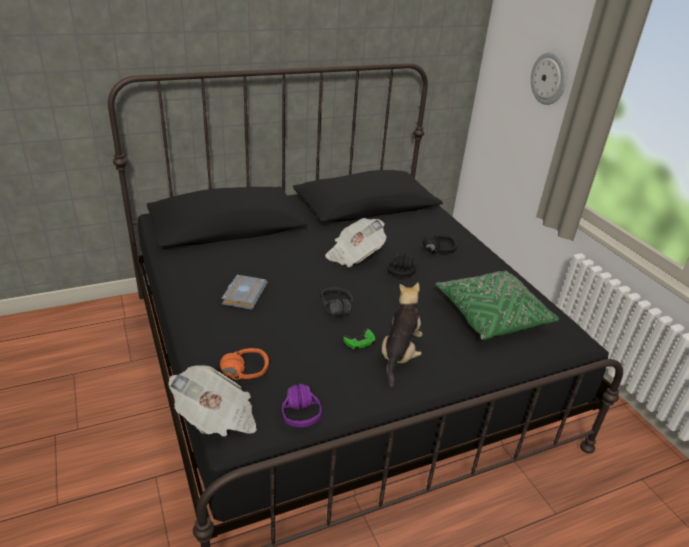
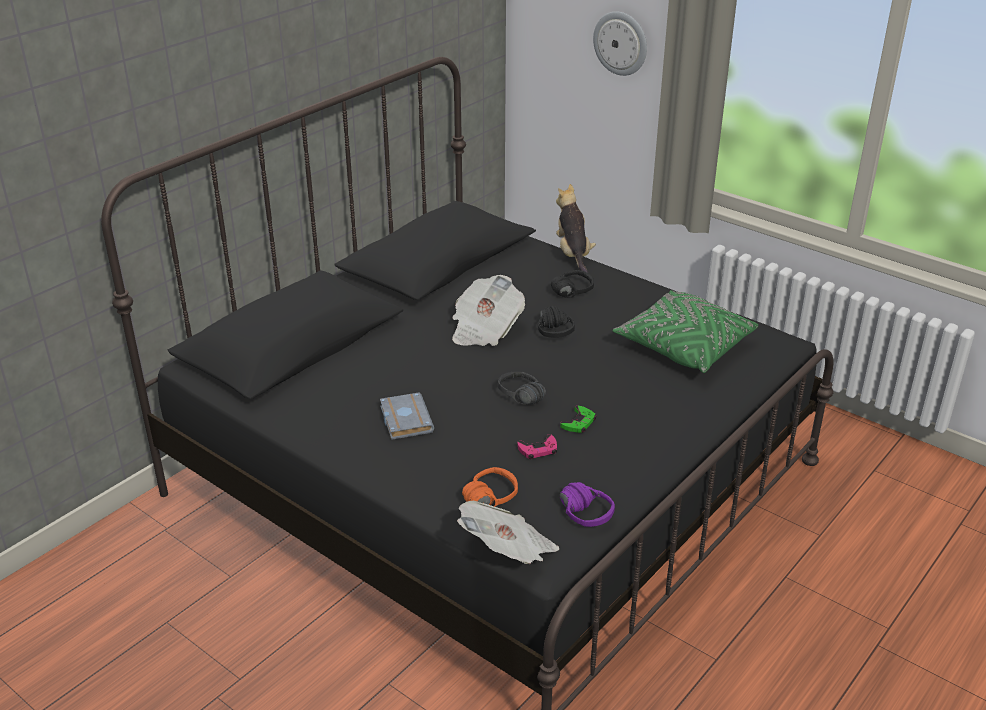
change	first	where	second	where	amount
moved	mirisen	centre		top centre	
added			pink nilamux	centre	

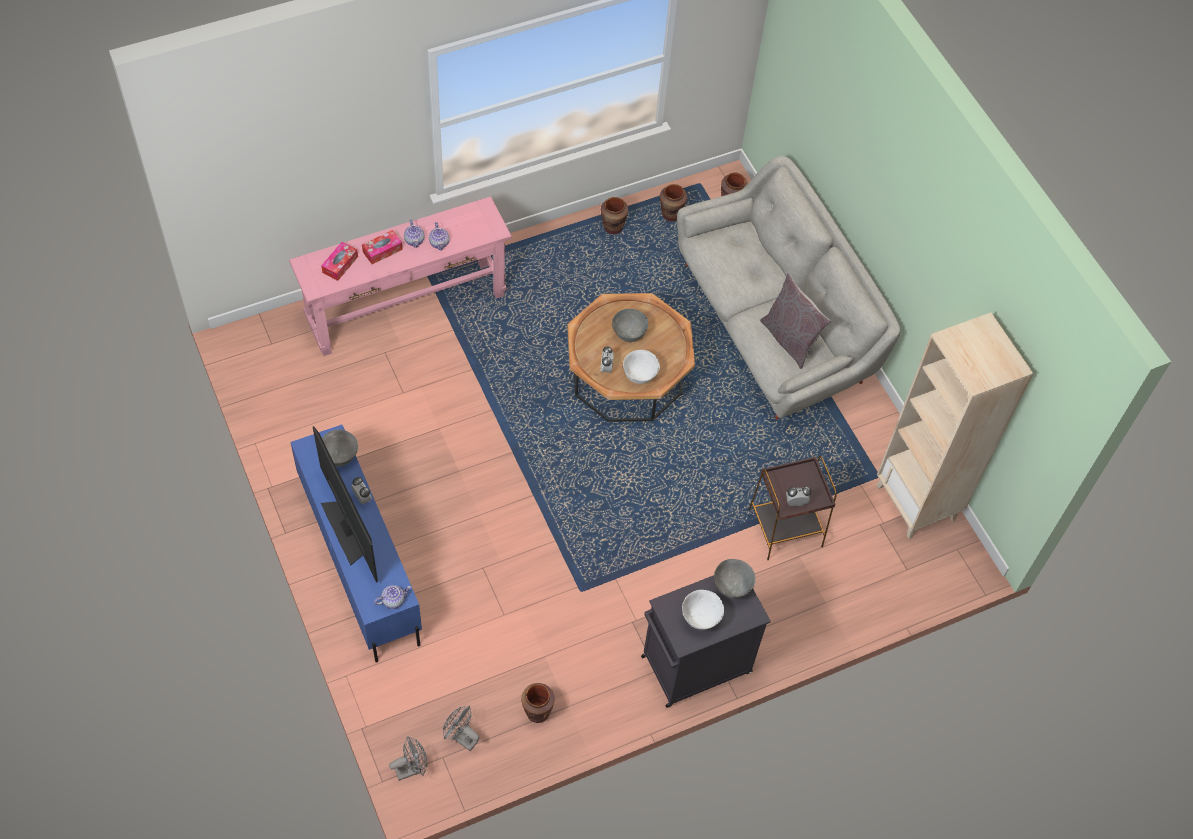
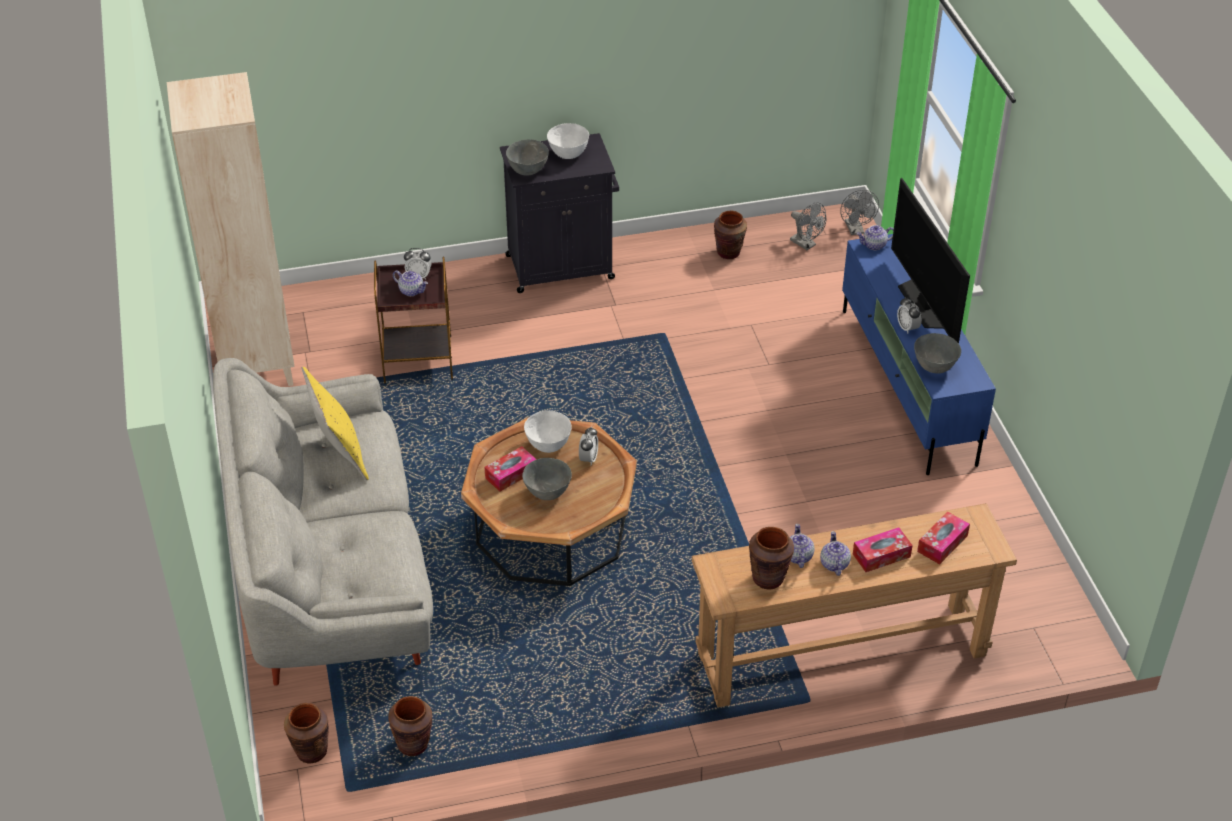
change	first	where	second	where	amount
recoloured	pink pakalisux	top centre	brown pakalisux	bottom right	
turned	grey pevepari (1st from left in the first image)	bottom centre	grey pevepari (2nd from left)	top right	90 degrees counterclockwise
moved	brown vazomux (2nd from left in the first image)	top centre	brown vazomux (4th from left)	bottom centre	
recoloured	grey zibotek	centre	yellow zibotek	middle left	
added			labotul (1st from left)	middle left	
added			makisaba (1st from left)	centre	

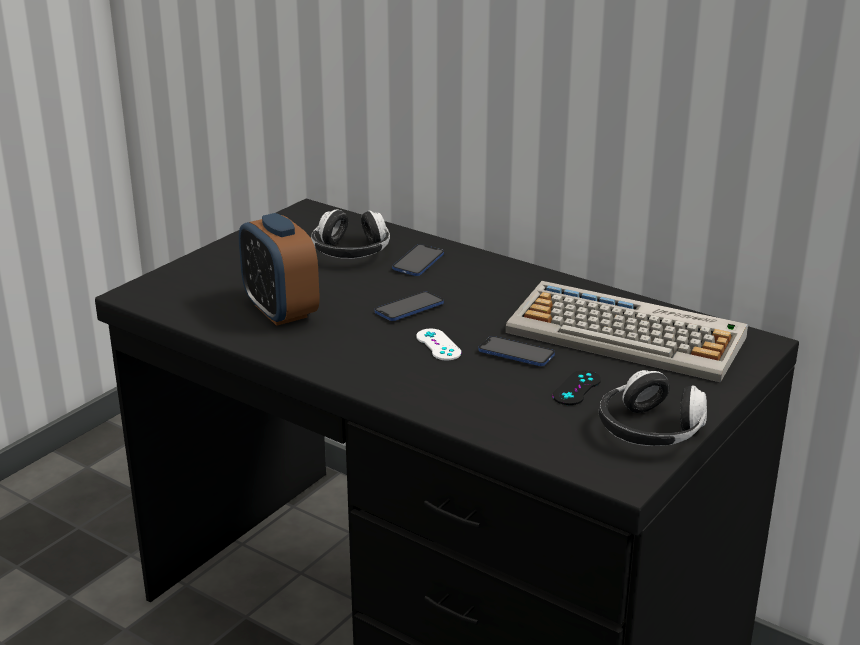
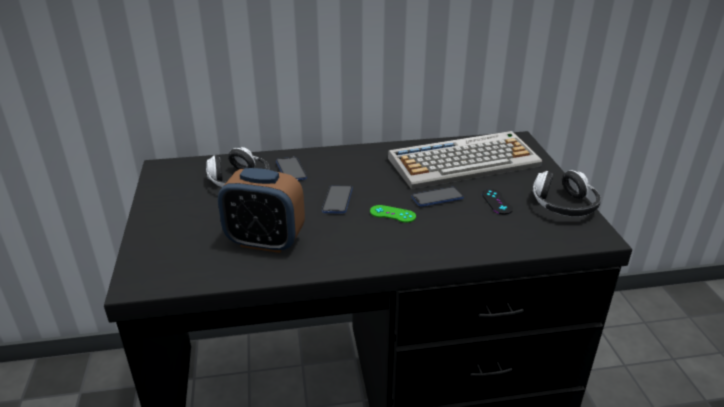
change	first	where	second	where	amount
recoloured	white nilamux	centre	green nilamux	centre	

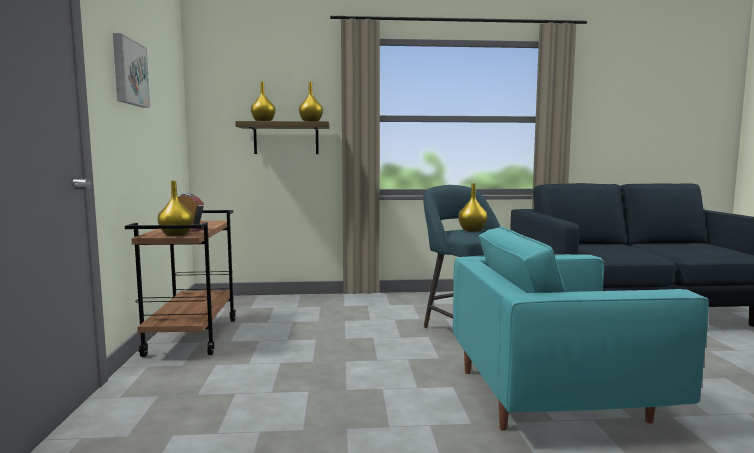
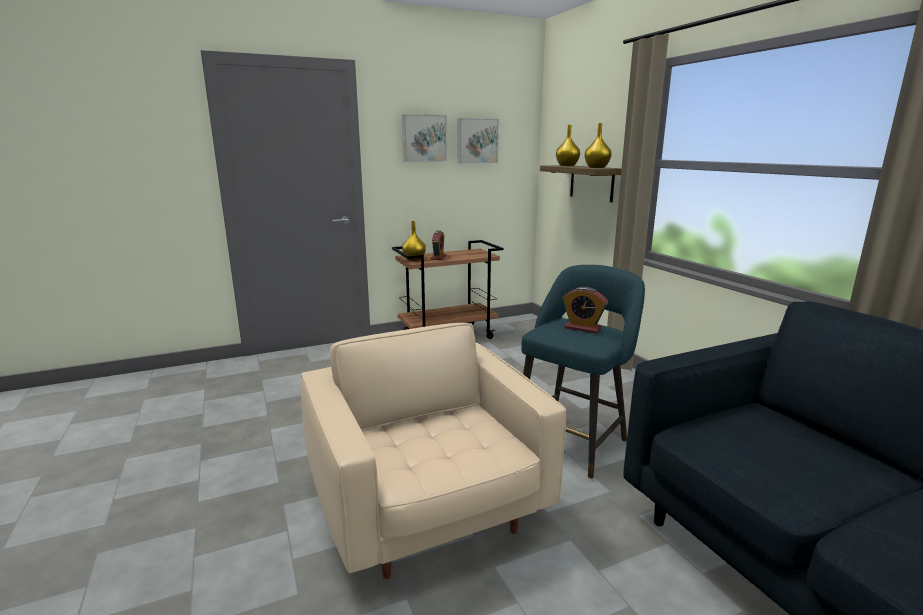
change	first	where	second	where	amount
recoloured	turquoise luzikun	bottom right	beige luzikun	bottom centre	
replaced	yellow vazomux (4th from left)	centre	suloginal (2nd from left)	centre	
added			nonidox (2nd from left)	top centre	

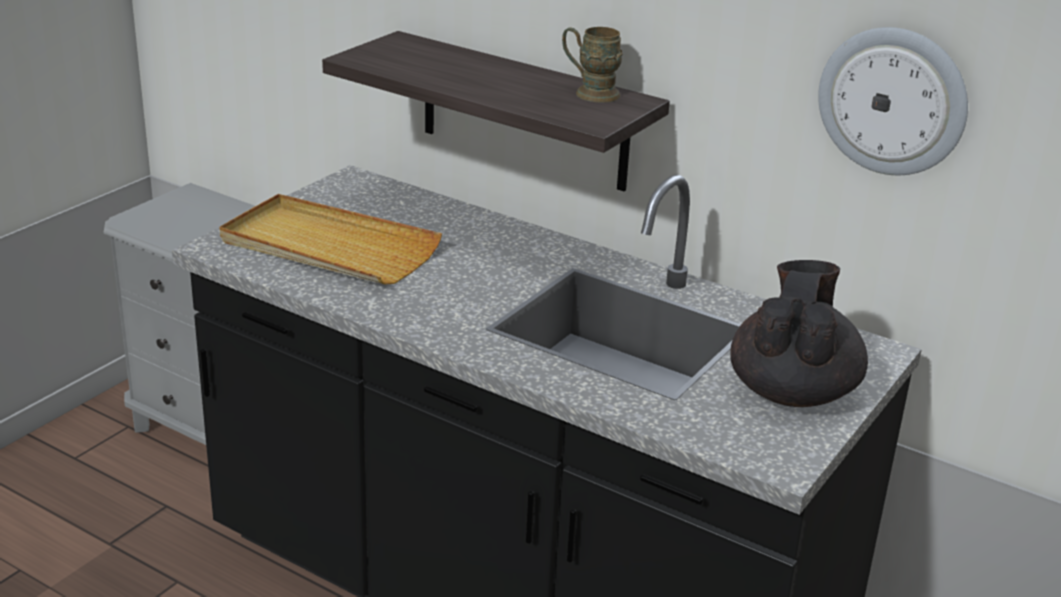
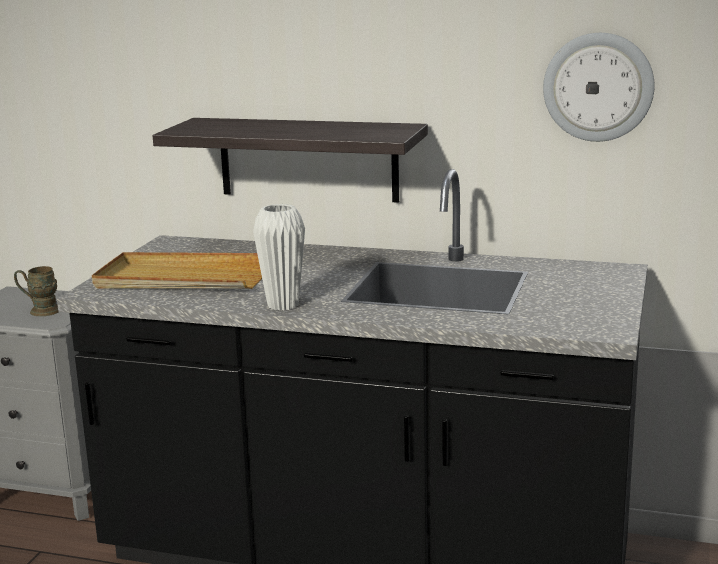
change	first	where	second	where	amount
moved	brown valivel	top centre		middle left	
removed	black labotul	middle right			
added			white vazomux	centre	

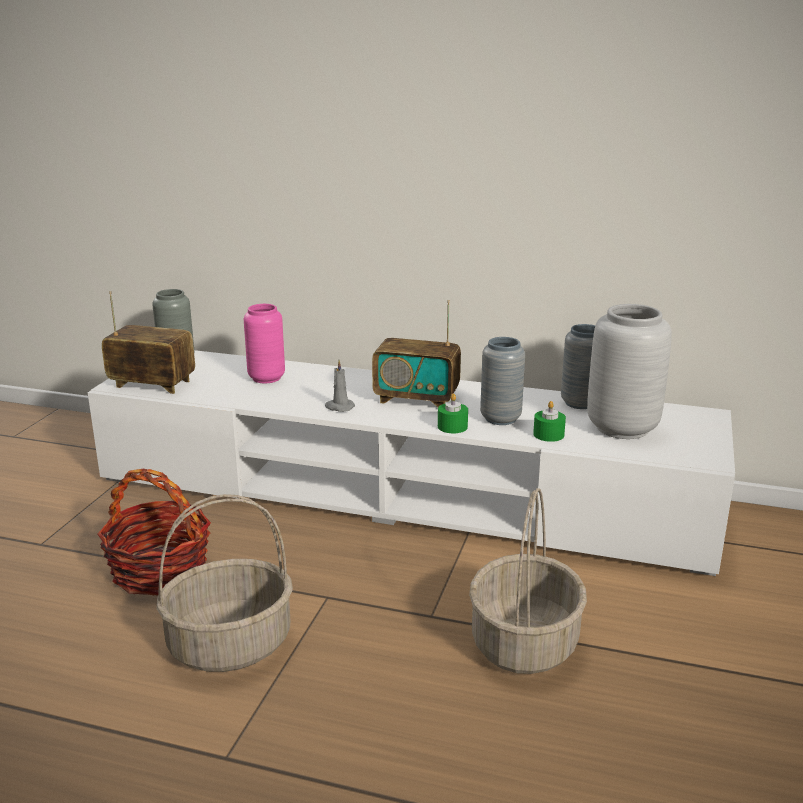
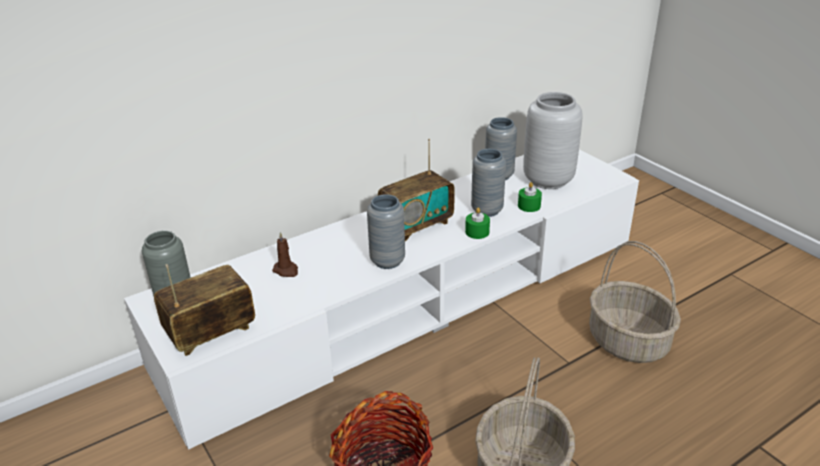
change	first	where	second	where	amount
replaced	pink vazomux	middle left	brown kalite	centre	
replaced	grey kalite	centre	grey vazomux (2nd from left)	centre	

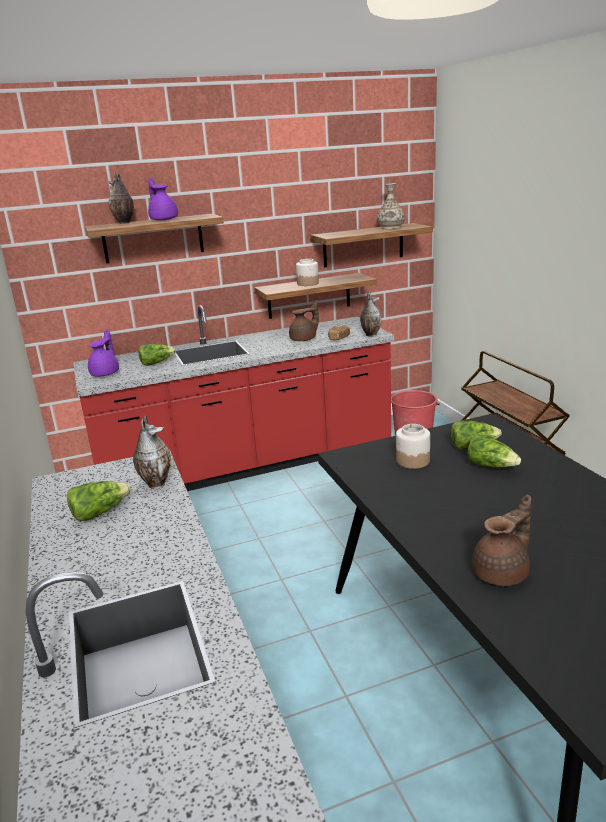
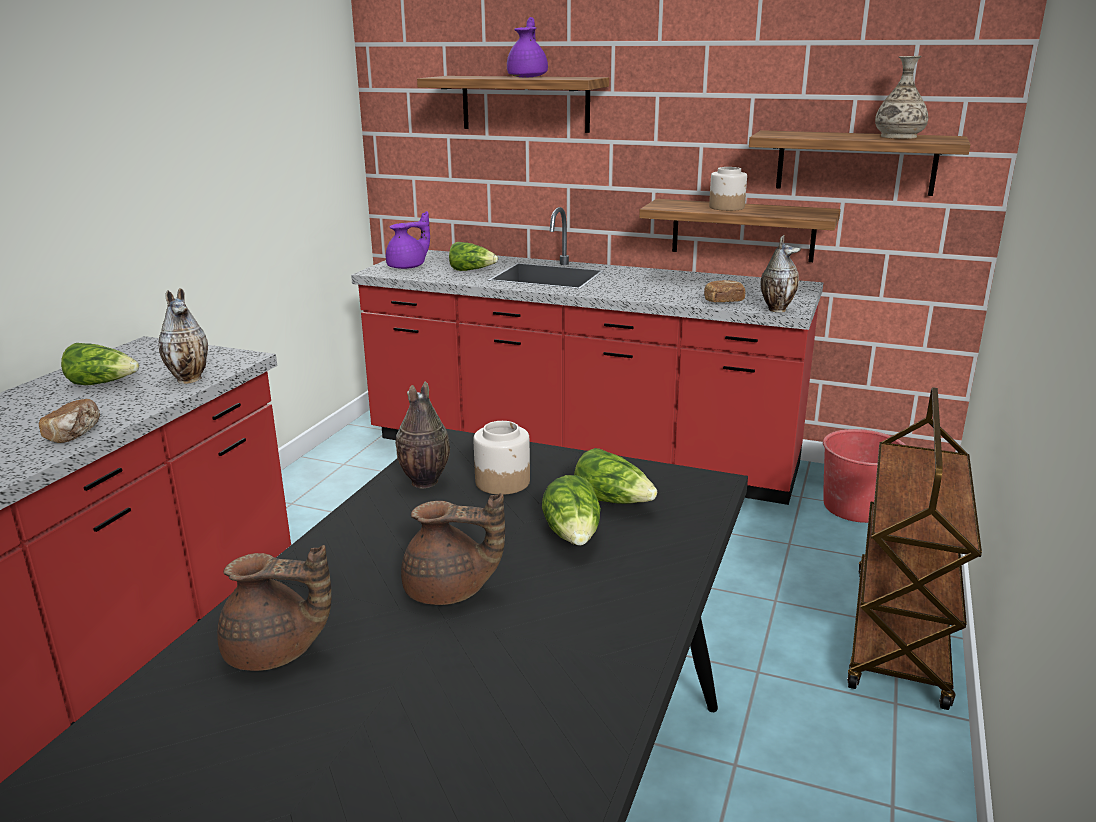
change	first	where	second	where	amount
moved	vazomux (1st from left in the first image)	top left	vazomux (2nd from left)	centre	
moved	brown labotul (1st from left in the first image)	centre	brown labotul (2nd from left)	bottom centre	
added			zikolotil (1st from left)	middle left	

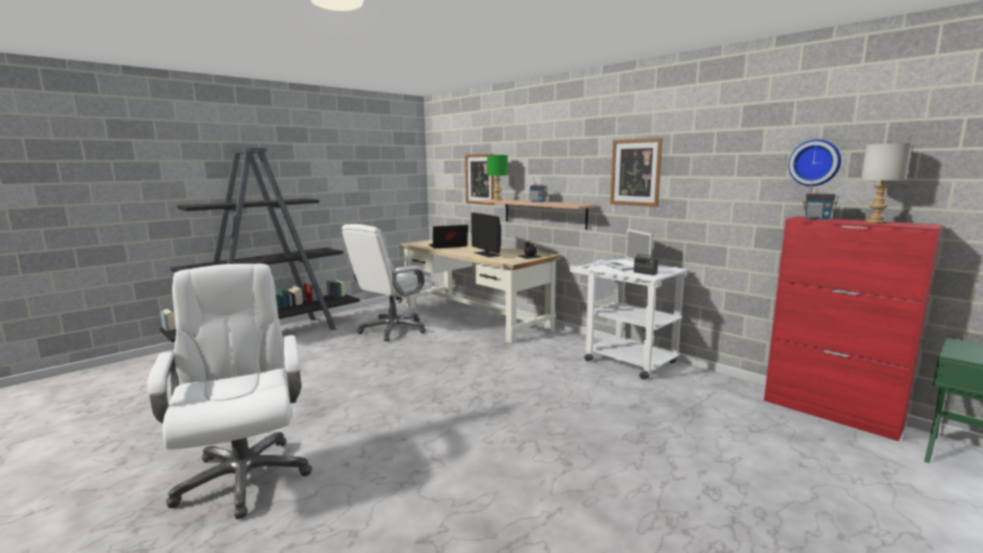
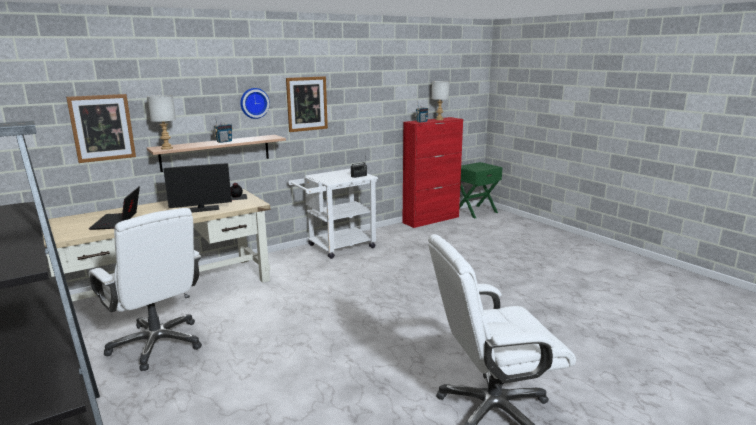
change	first	where	second	where	amount
recoloured	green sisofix	top centre	grey sisofix (1st from left)	top left	
removed	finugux (2nd from left)	centre			
moved	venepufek	top right		top centre	

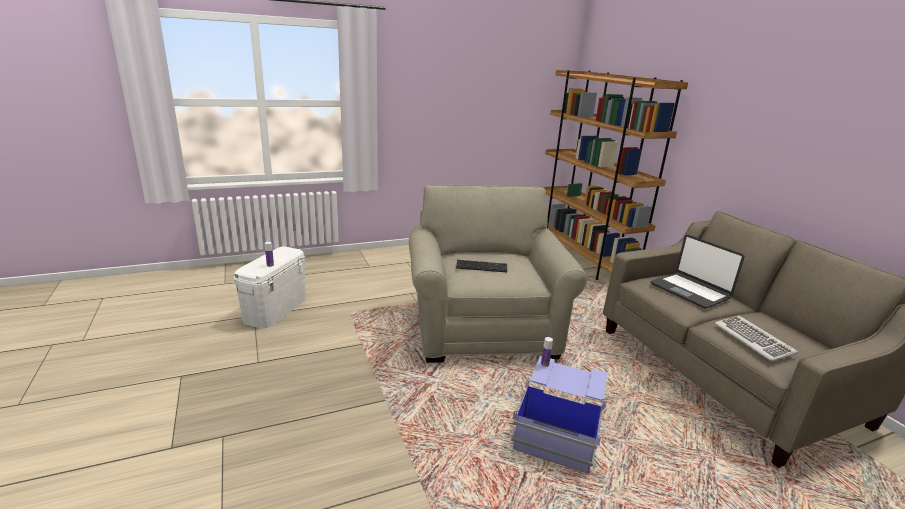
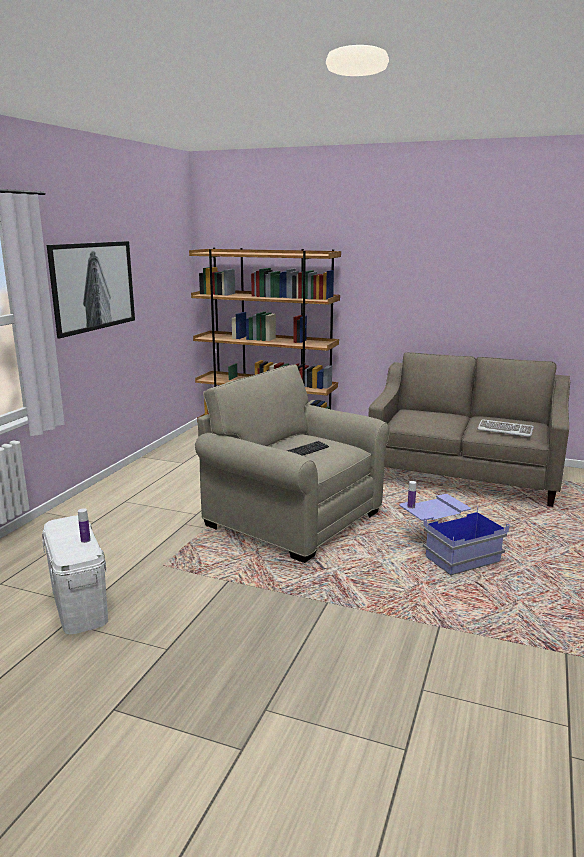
change	first	where	second	where	amount
removed	finugux	middle right			
added			nonidox	middle left	

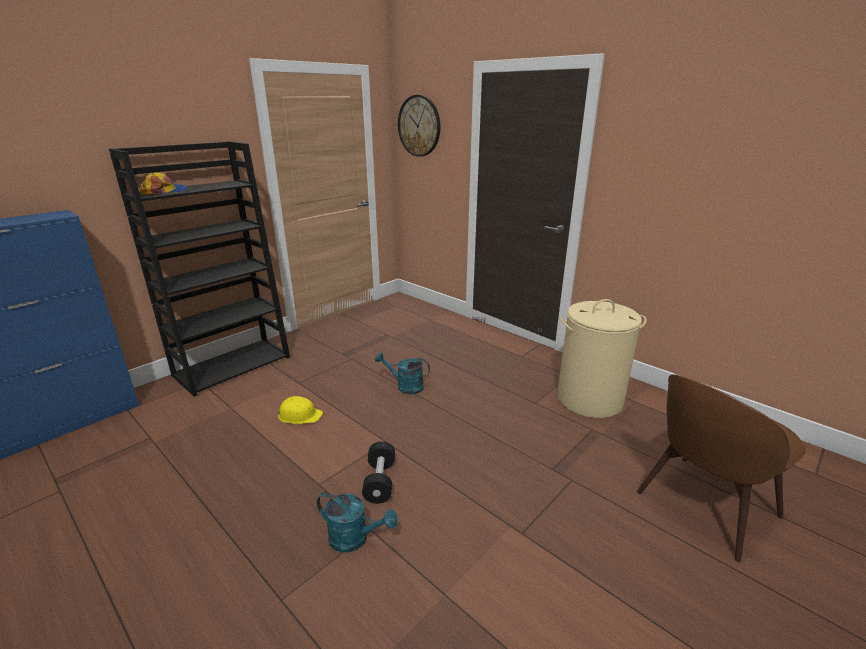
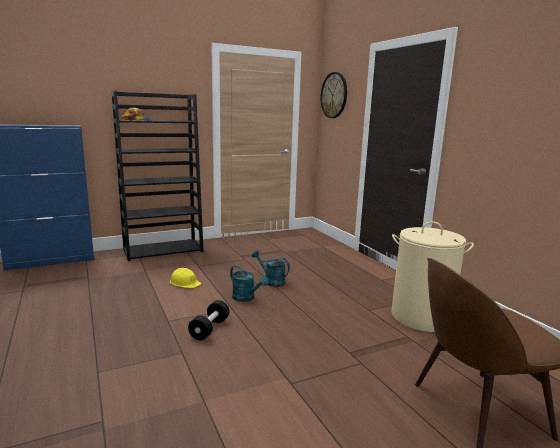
change	first	where	second	where	amount
moved	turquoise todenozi (1st from left)	bottom centre		centre	

